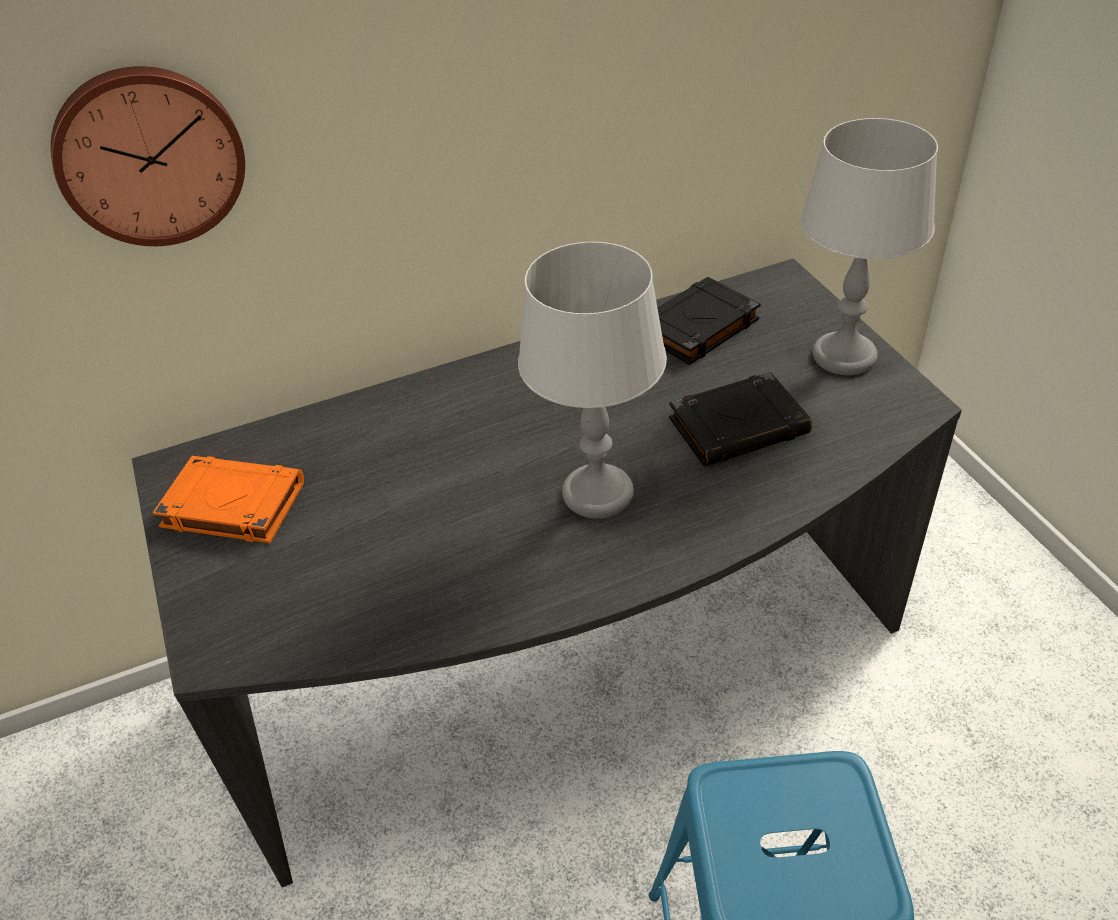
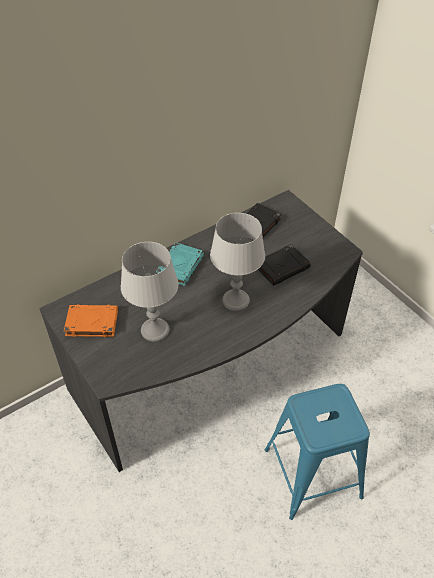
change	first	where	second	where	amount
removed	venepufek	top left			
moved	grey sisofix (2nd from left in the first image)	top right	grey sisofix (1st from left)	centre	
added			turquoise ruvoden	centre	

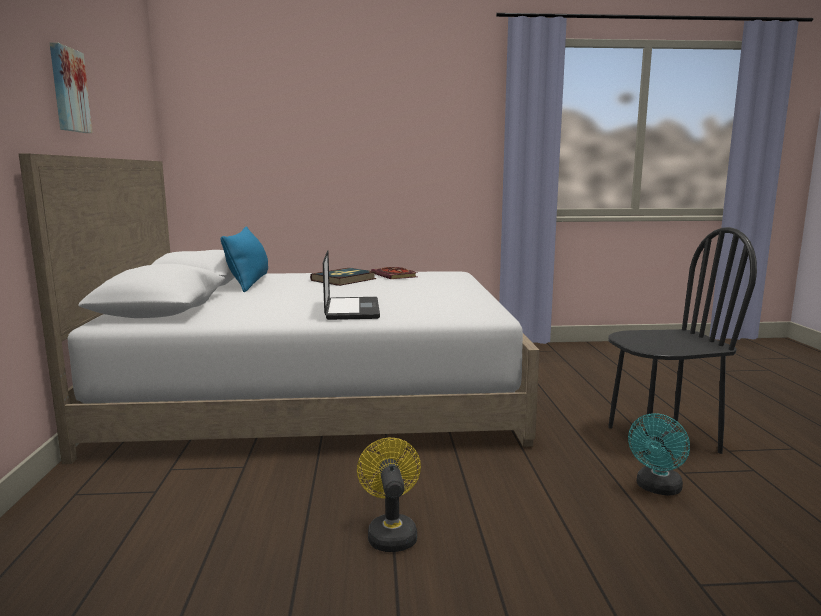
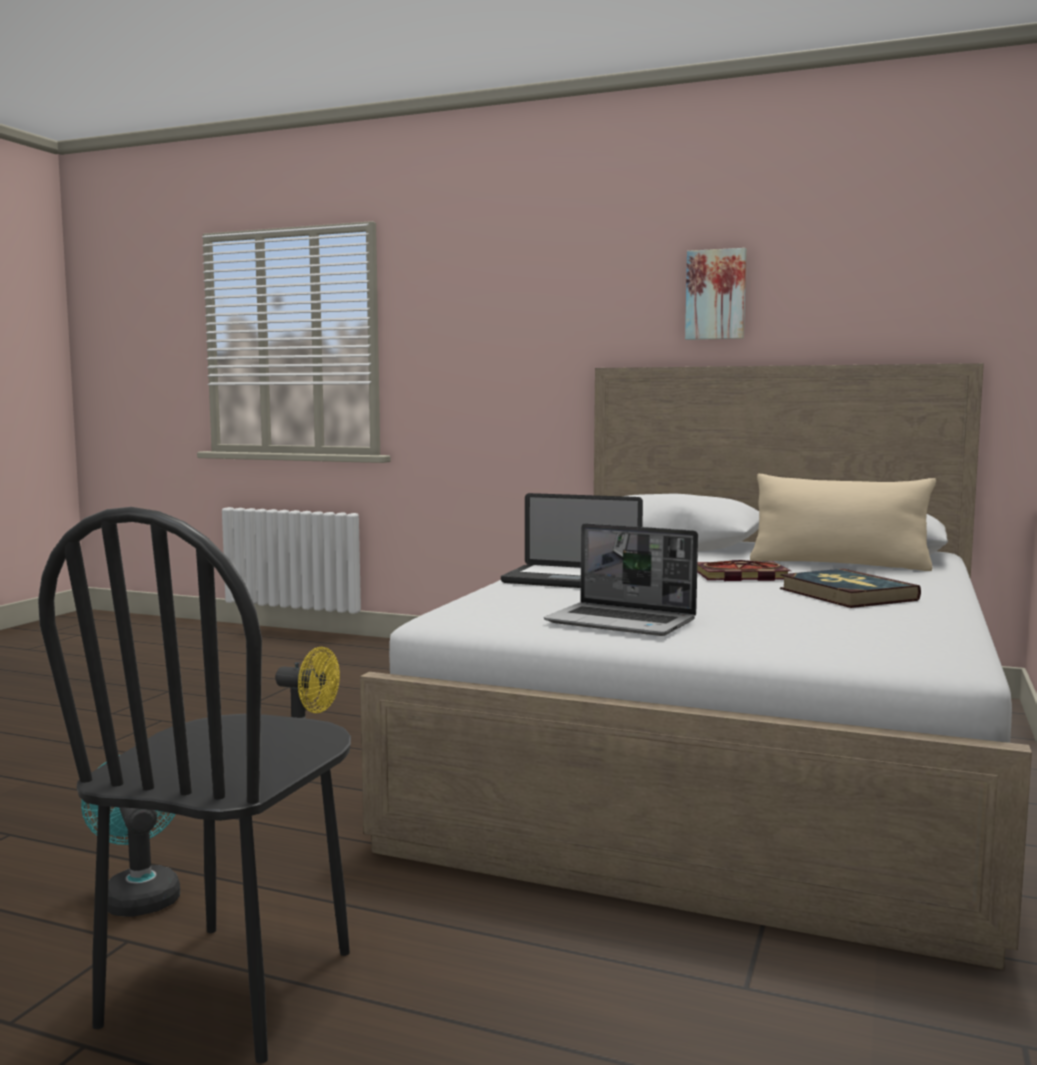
change	first	where	second	where	amount
recoloured	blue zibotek	middle left	beige zibotek	middle right	
moved	ruvoden (2nd from left in the first image)	centre	ruvoden (1st from left)	middle right	
added			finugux (2nd from left)	centre	

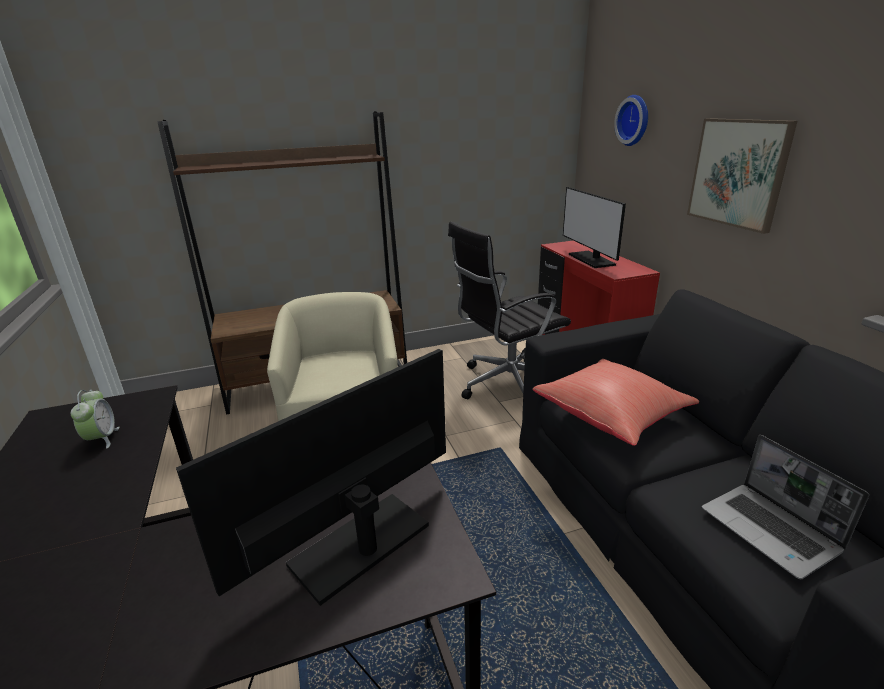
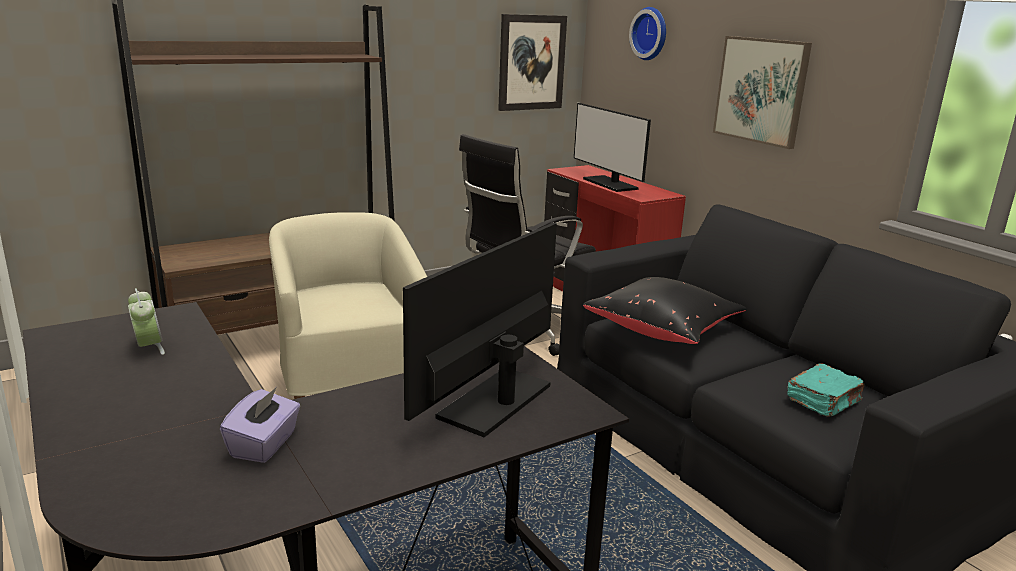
change	first	where	second	where	amount
recoloured	red zibotek	middle right	black zibotek	centre	
replaced	finugux	bottom right	turquoise ruvoden	bottom right	
added			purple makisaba	bottom left	
added			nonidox (1st from left)	top centre	

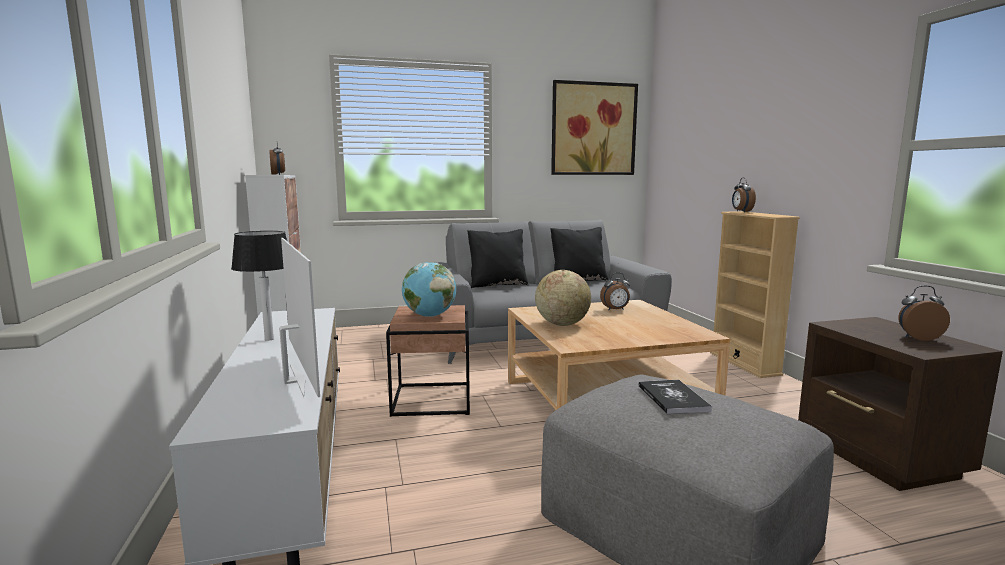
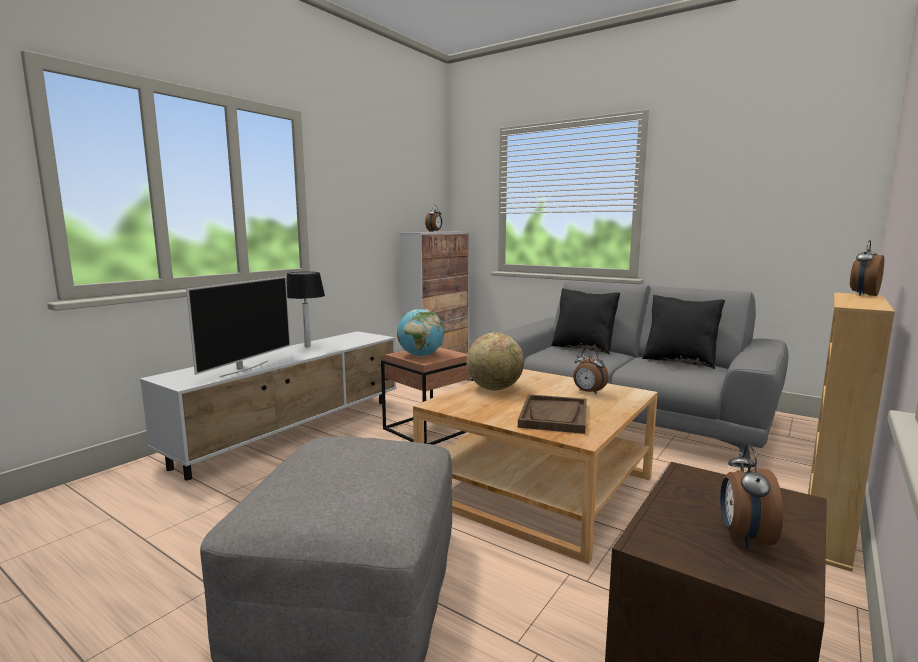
change	first	where	second	where	amount
removed	nonidox	top centre			
removed	ruvoden	bottom right			
turned	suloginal (4th from left in the first image)	middle right	suloginal (3rd from left)	bottom right	135 degrees counterclockwise
added			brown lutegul	centre	

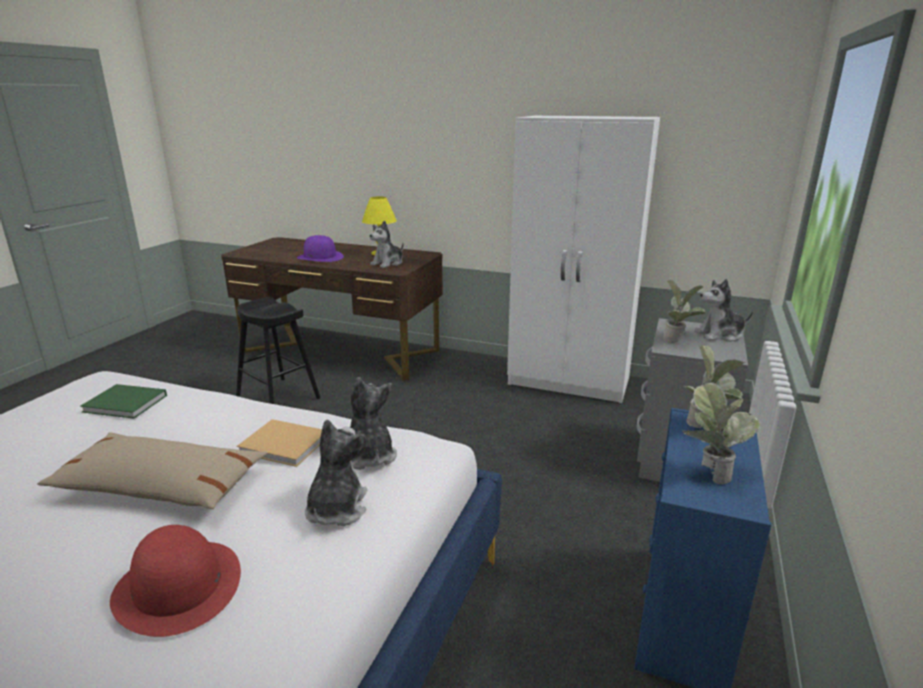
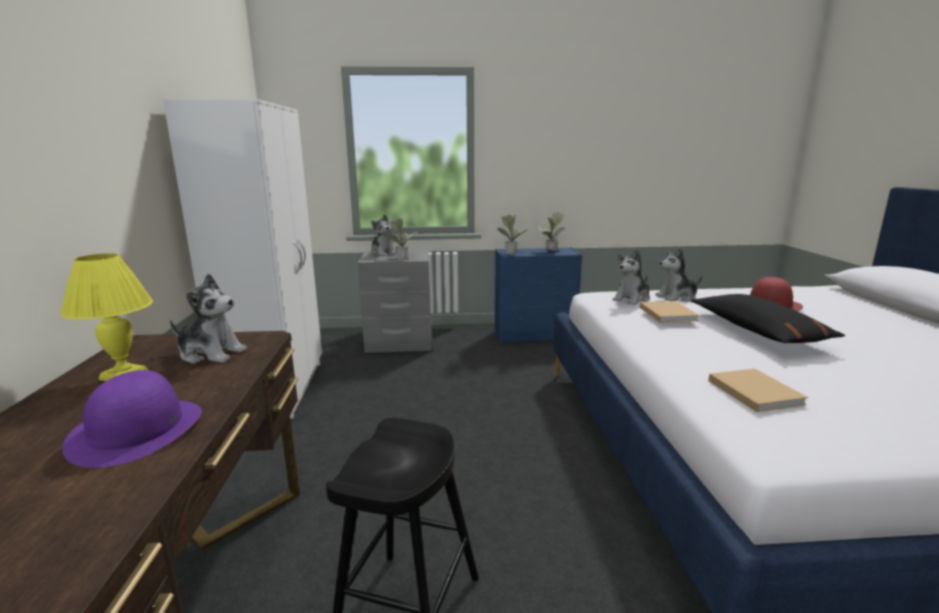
change	first	where	second	where	amount
recoloured	beige zibotek	bottom left	black zibotek	middle right	
recoloured	green ruvoden	middle left	beige ruvoden (2nd from left)	middle right	

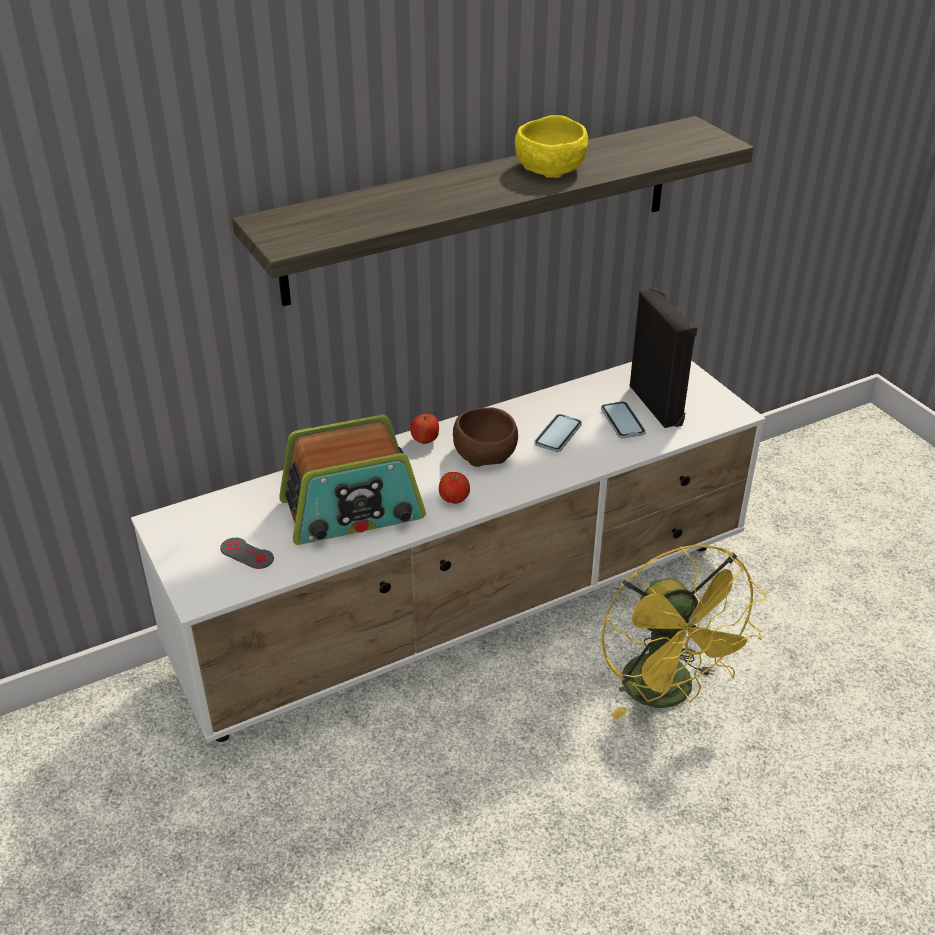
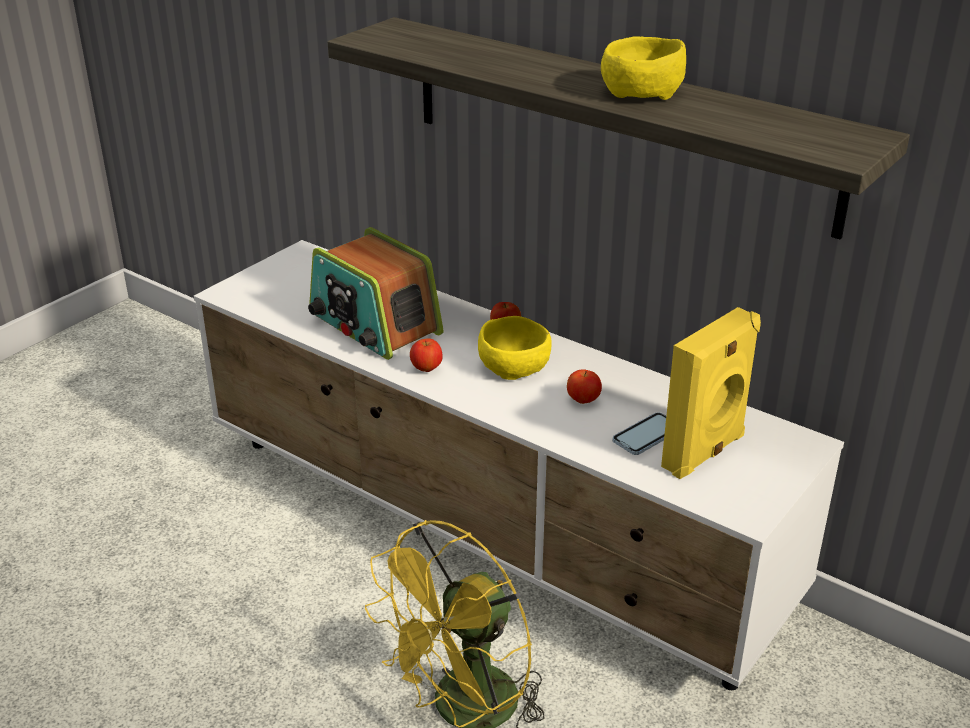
change	first	where	second	where	amount
removed	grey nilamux	middle left			
recoloured	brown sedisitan	centre	yellow sedisitan (1st from left)	centre	
replaced	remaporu (1st from left)	centre	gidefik (3rd from left)	centre	
recoloured	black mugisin	middle right	yellow mugisin	middle right	

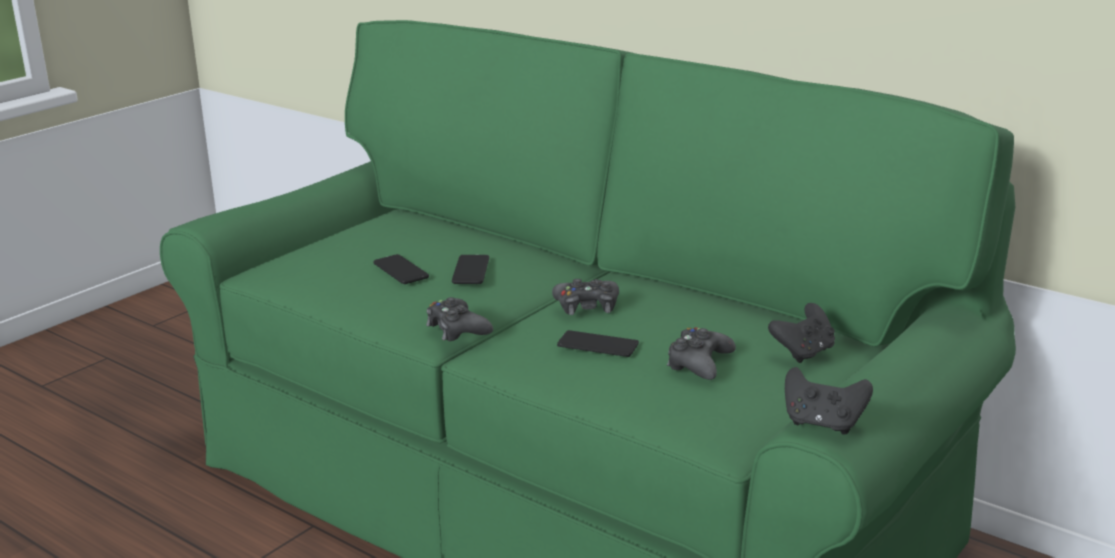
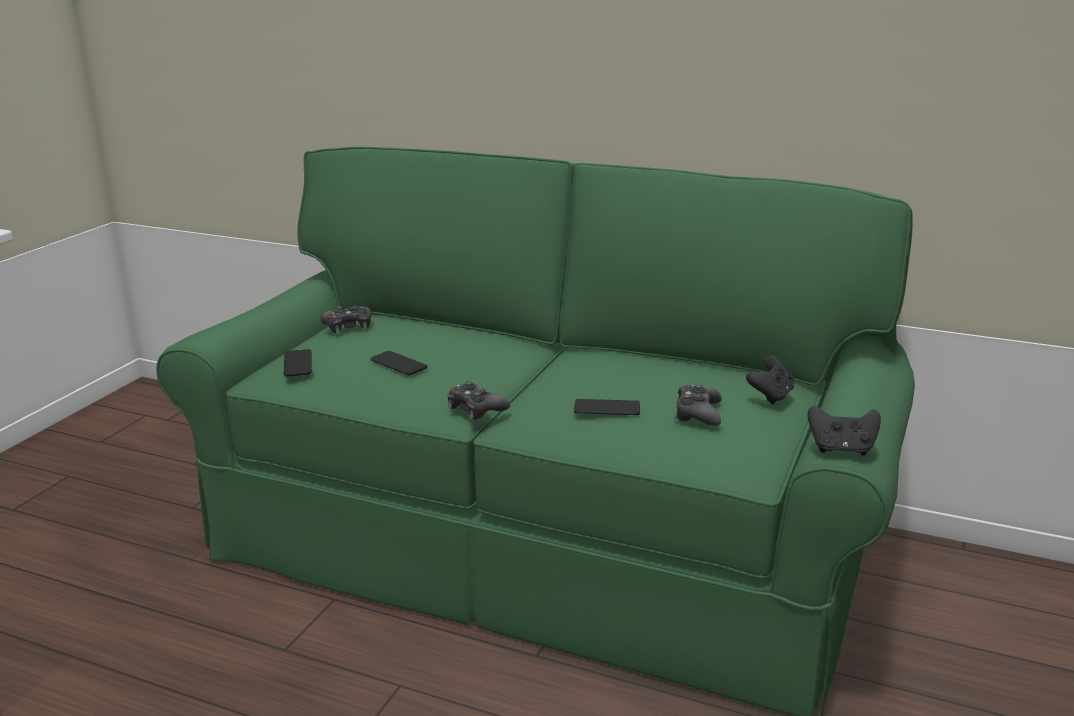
change	first	where	second	where	amount
moved	remaporu (2nd from left in the first image)	centre	remaporu (1st from left)	middle left	
moved	black nilamux (2nd from left in the first image)	centre	black nilamux (1st from left)	middle left	

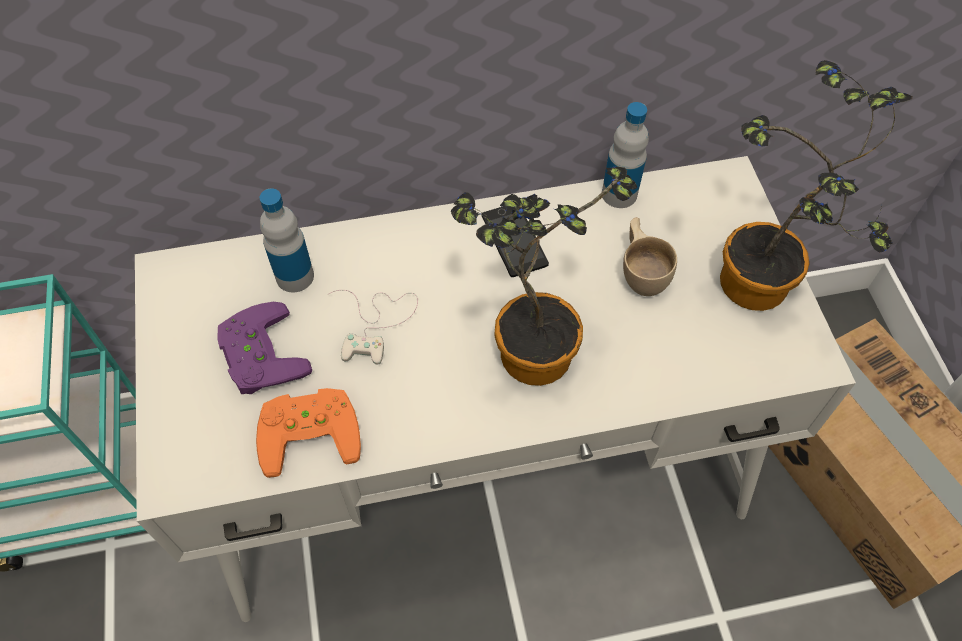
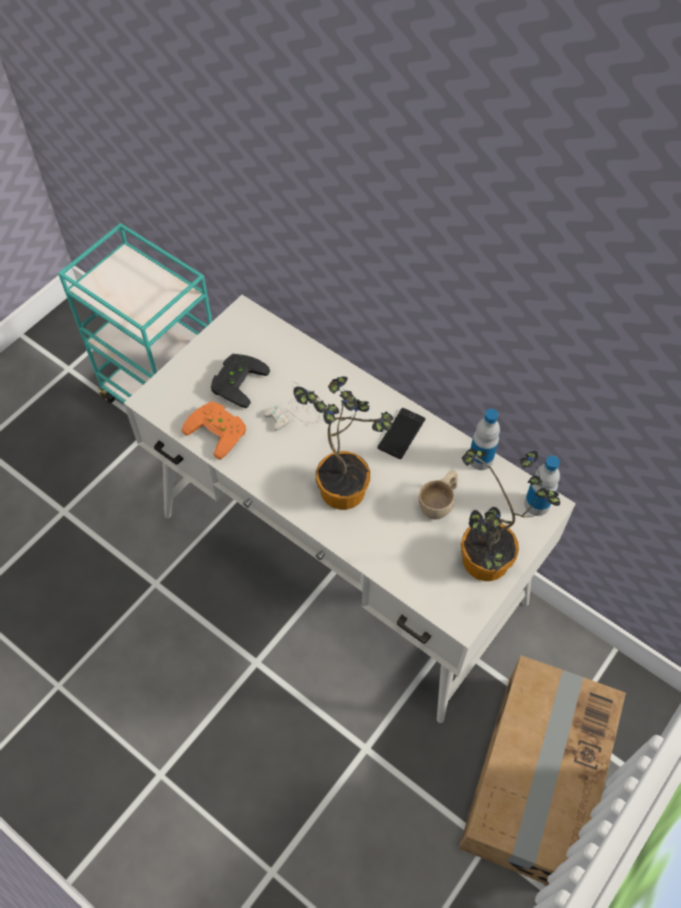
change	first	where	second	where	amount
recoloured	purple nilamux	middle left	black nilamux	centre	
moved	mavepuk (1st from left in the first image)	middle left	mavepuk (2nd from left)	middle right	

